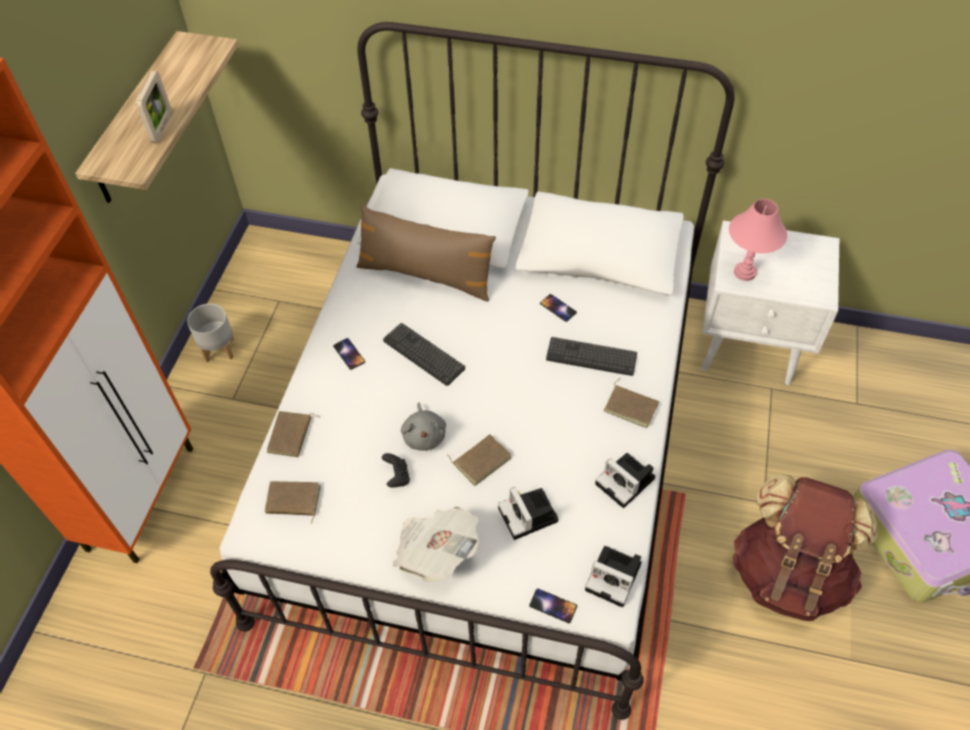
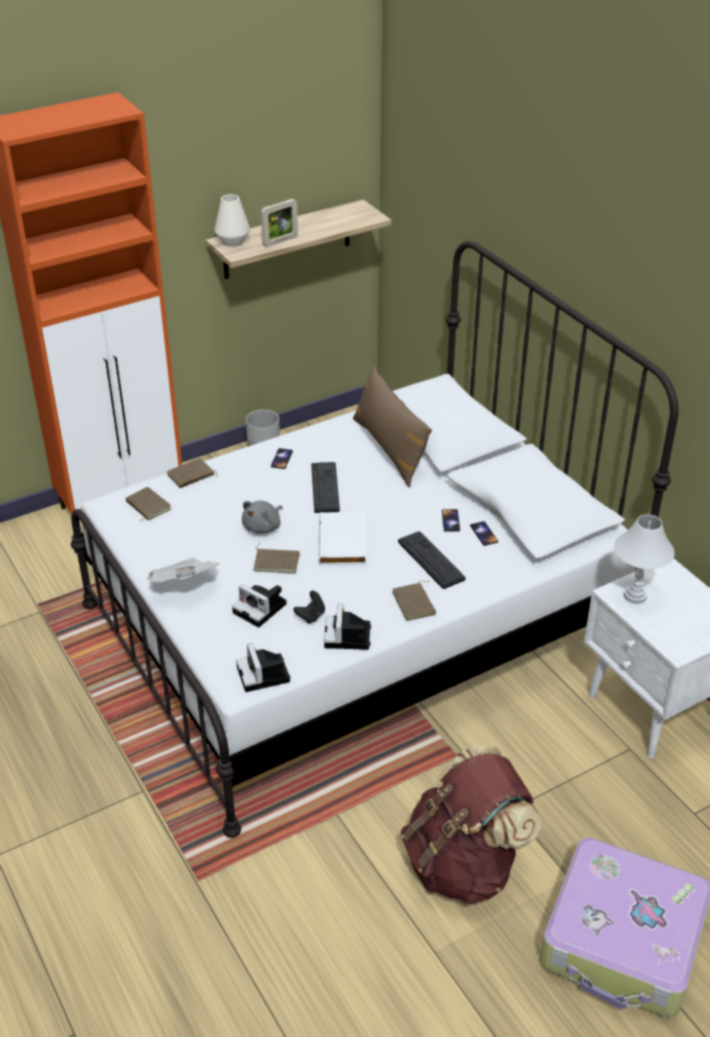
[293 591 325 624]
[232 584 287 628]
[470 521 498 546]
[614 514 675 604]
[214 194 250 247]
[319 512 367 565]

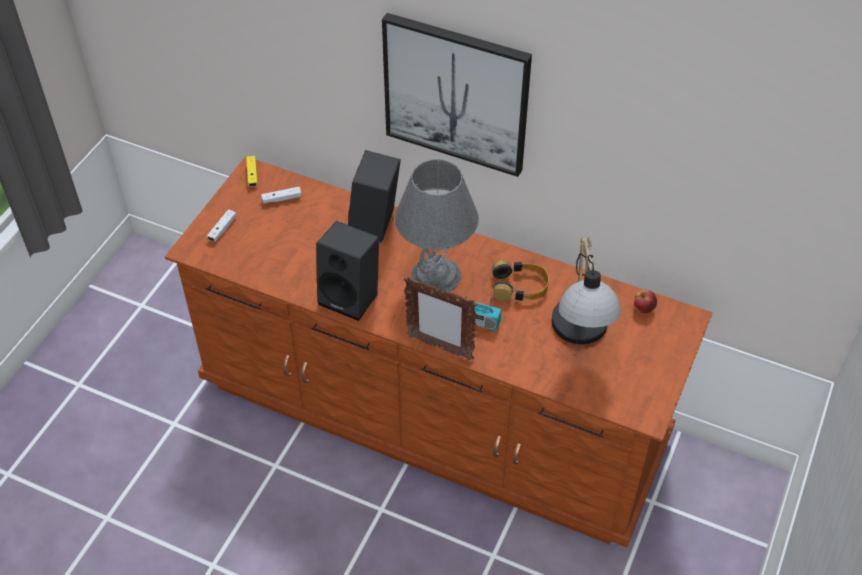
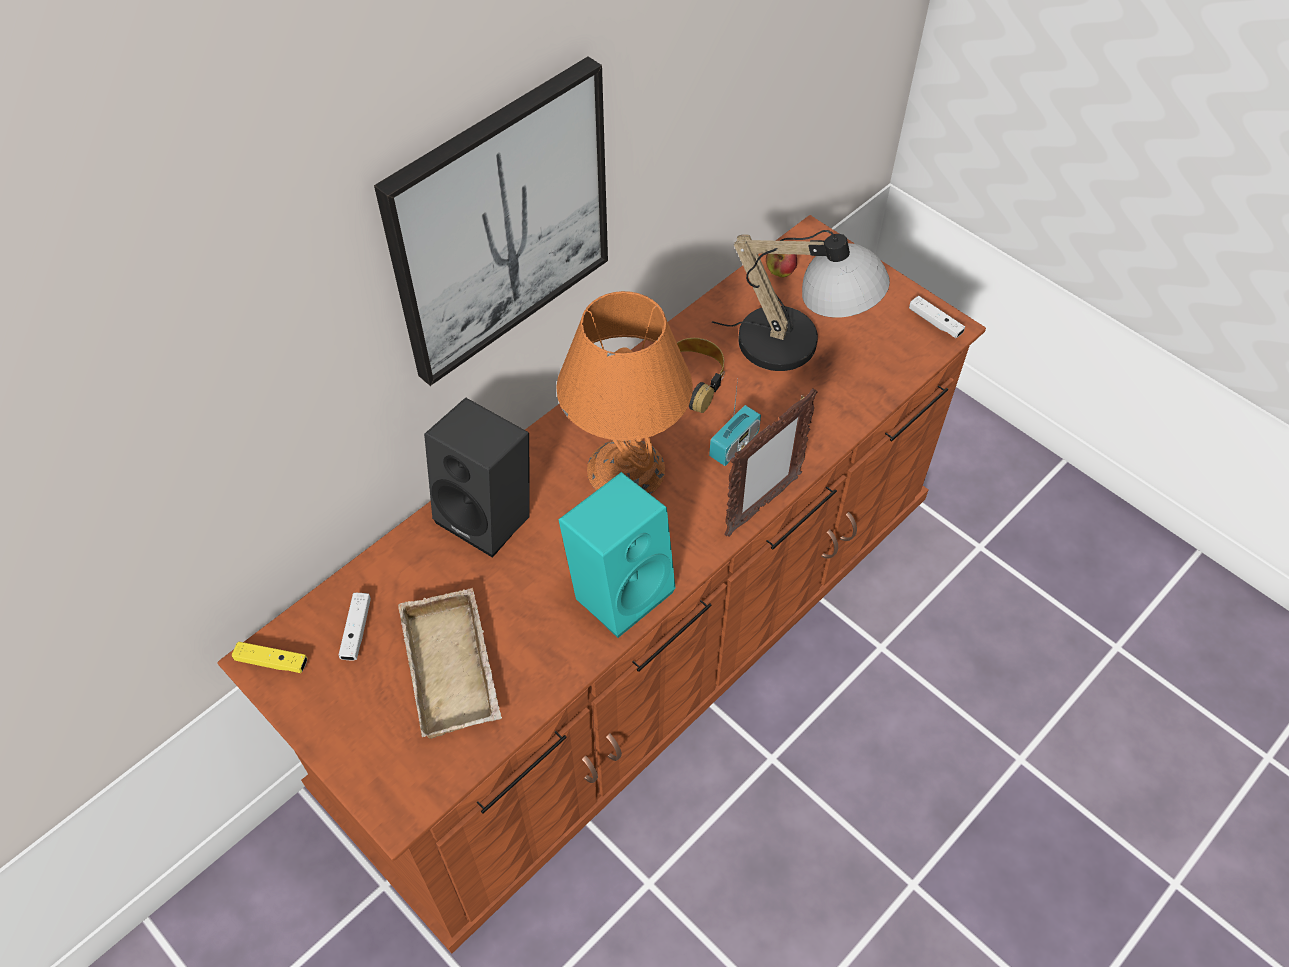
[909 296 965 338]
[559 472 676 638]
[556 291 693 495]
[398 588 502 739]

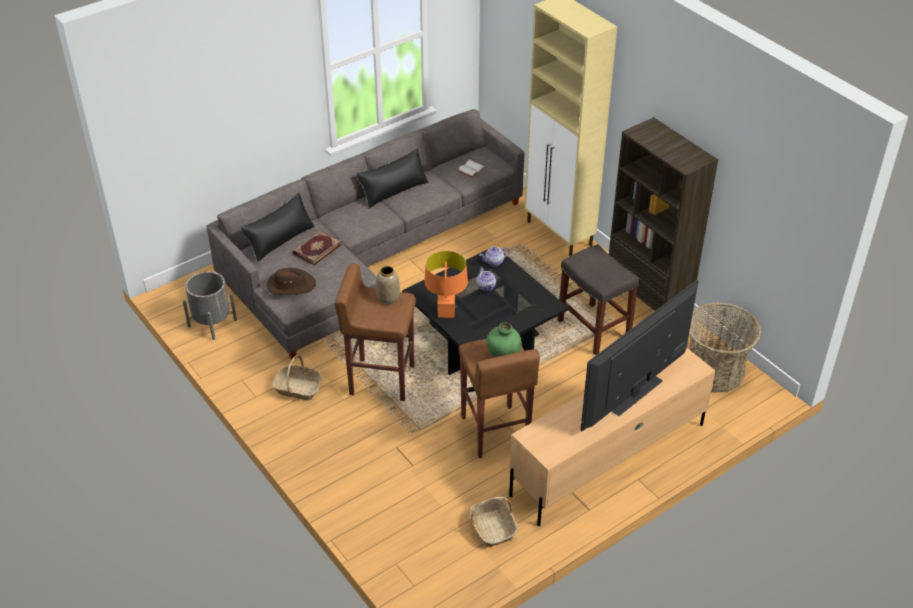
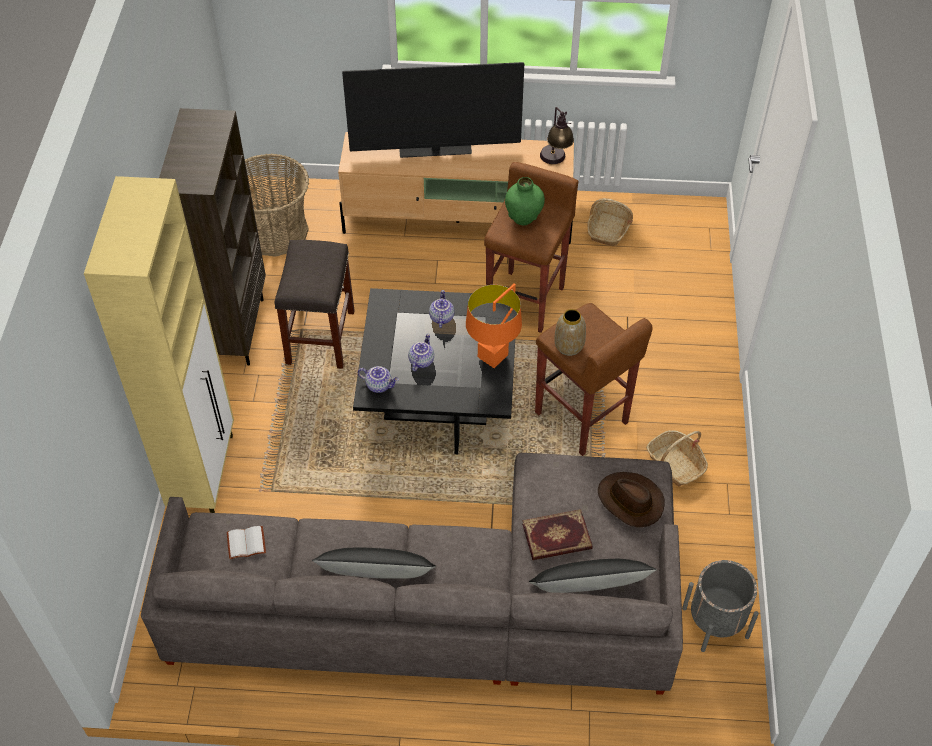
[429 290 454 328]
[540 107 574 164]

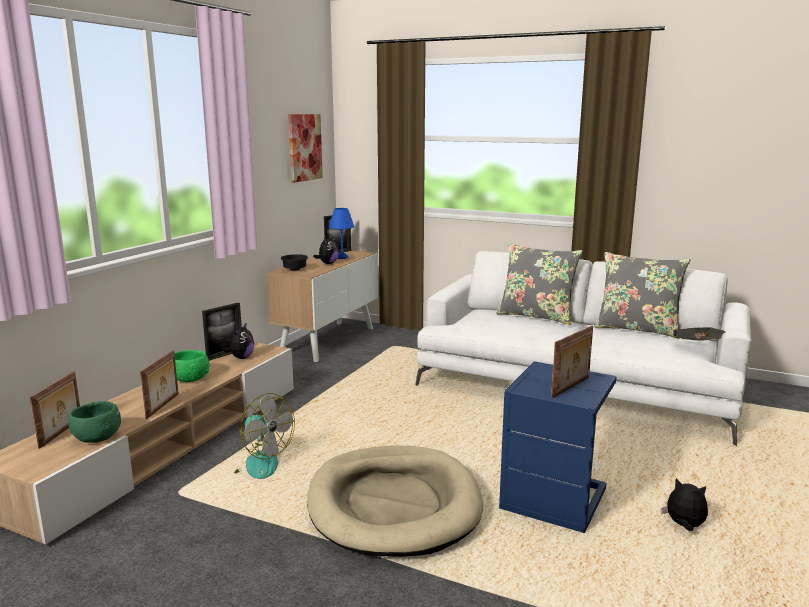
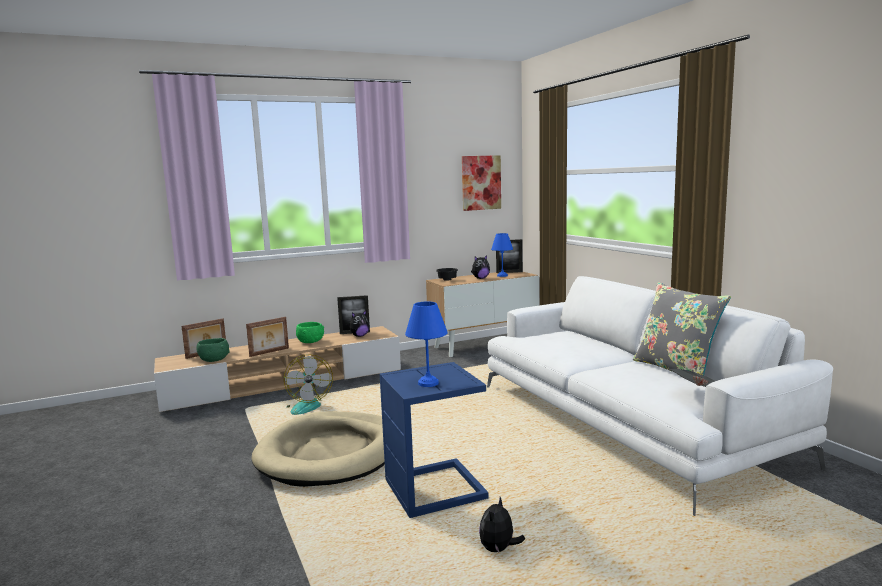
[496 243 583 325] (first image)
[405 301 448 387]
[479 497 525 553]

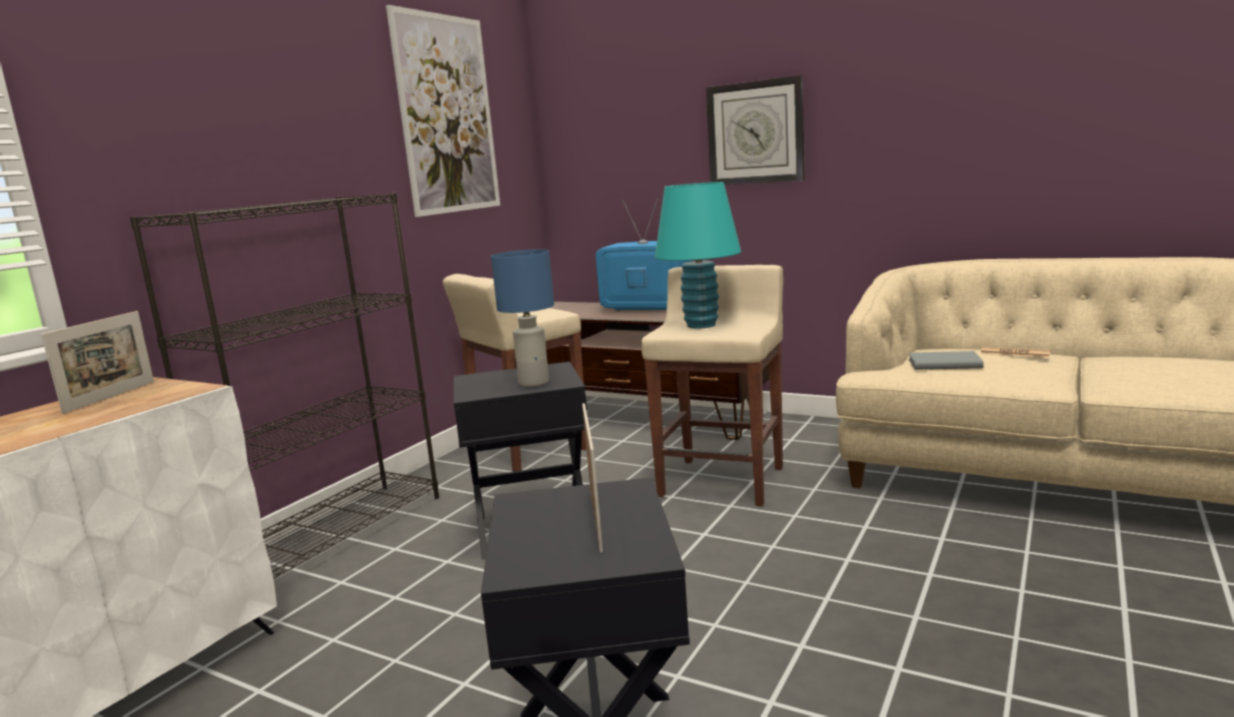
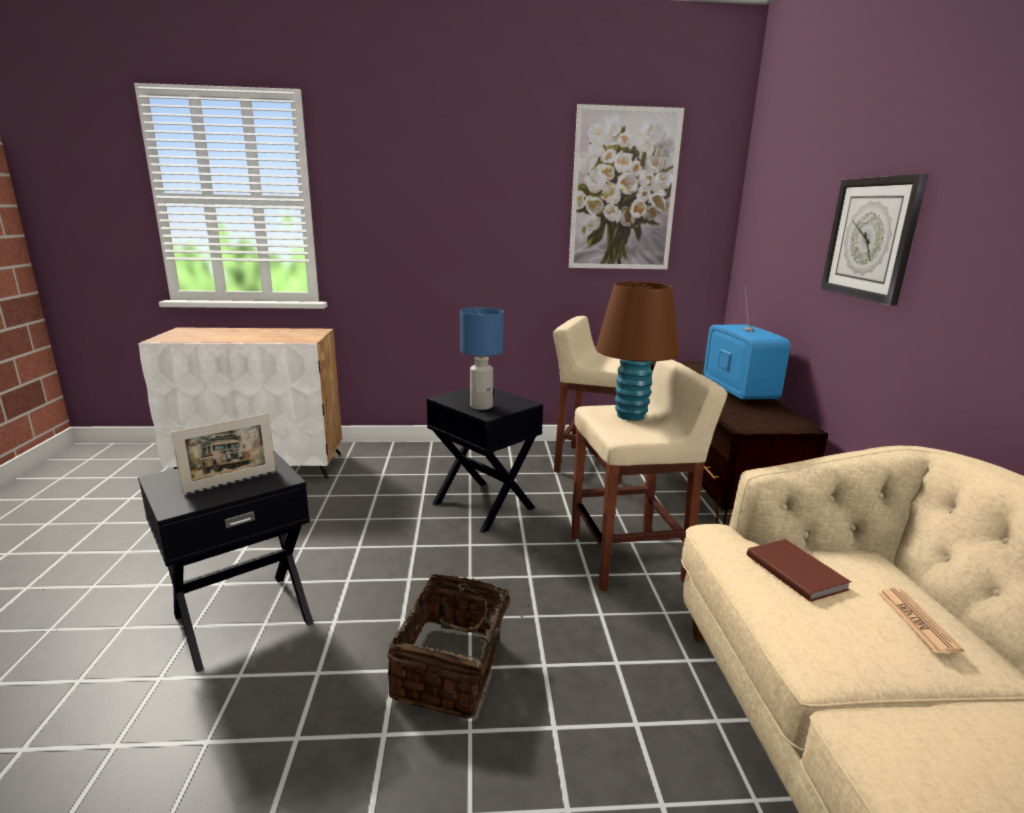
[41 311 154 414] (first image)
[130 193 439 579] (first image)
[596 282 679 421]
[747 539 851 602]
[387 574 529 719]

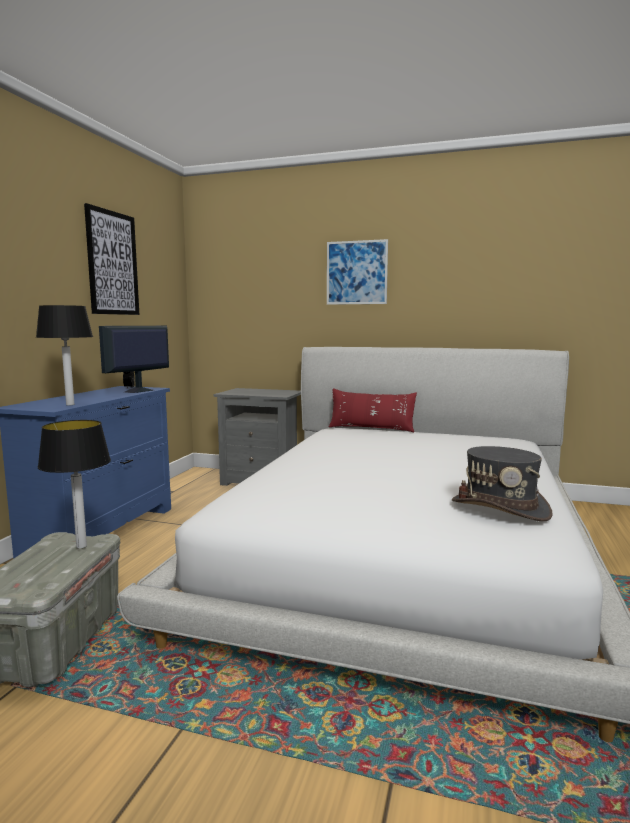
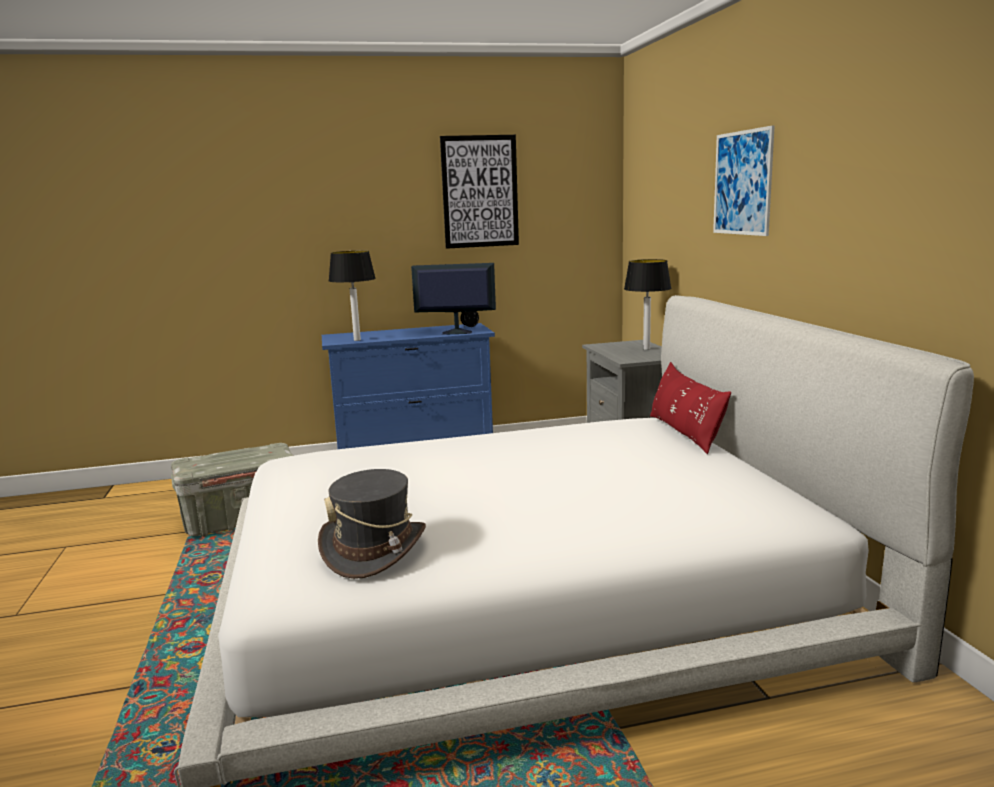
[624 259 671 350]

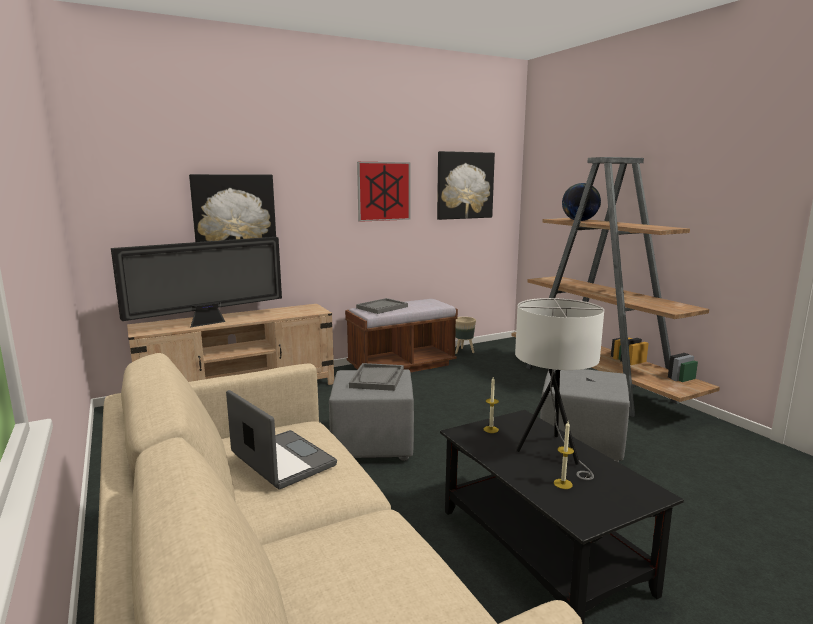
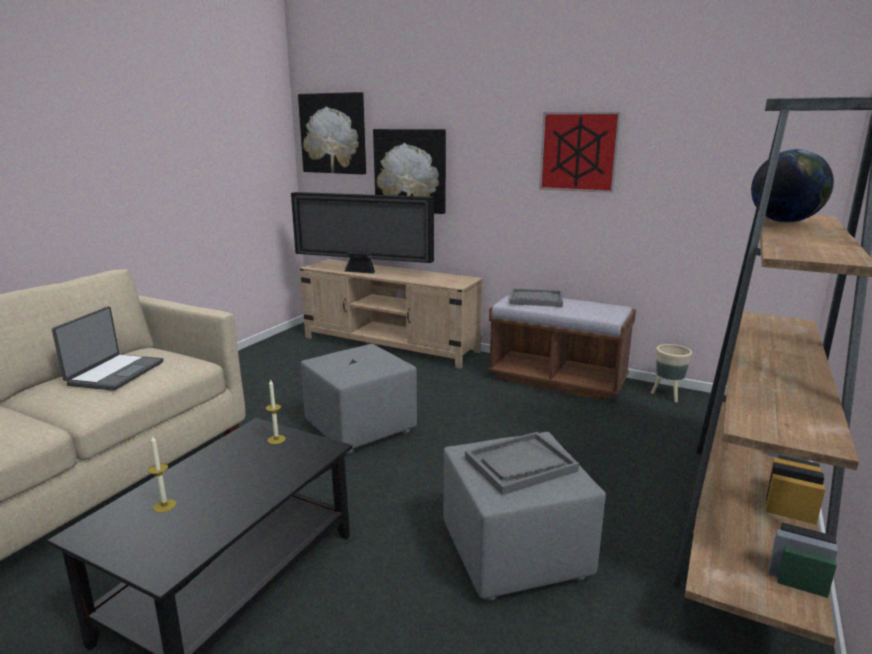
[465 432 579 495]
[298 92 366 175]
[515 298 604 480] (first image)

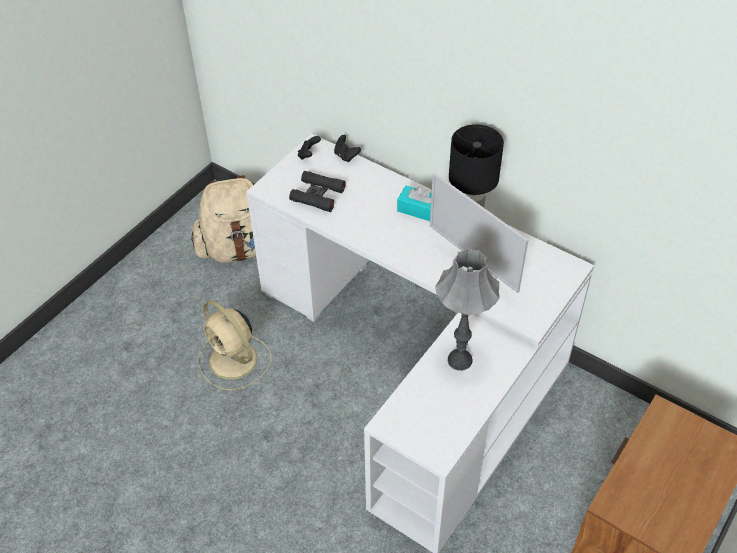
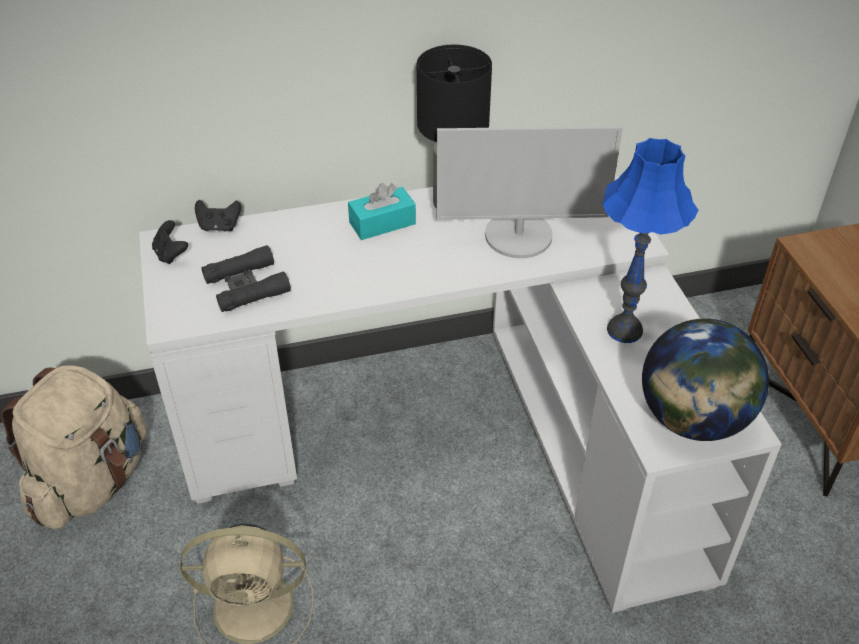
[602 138 699 343]
[642 319 769 441]

